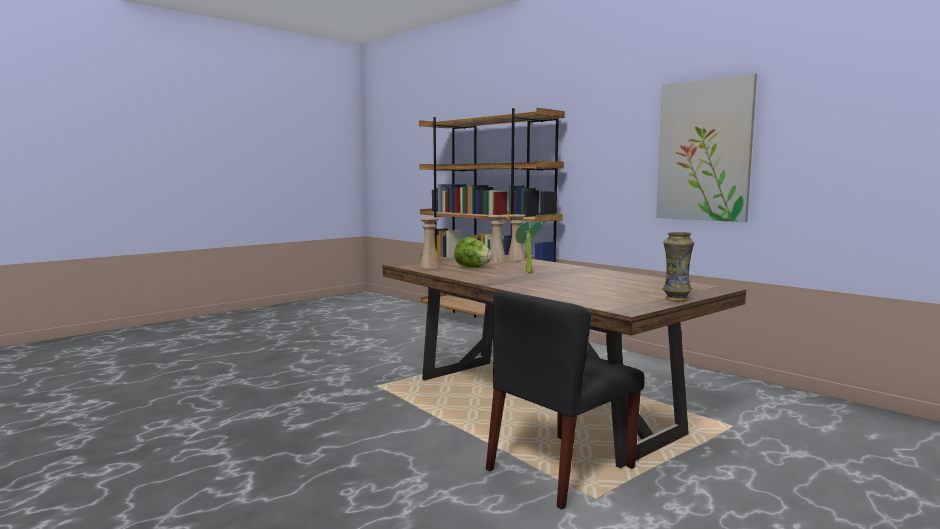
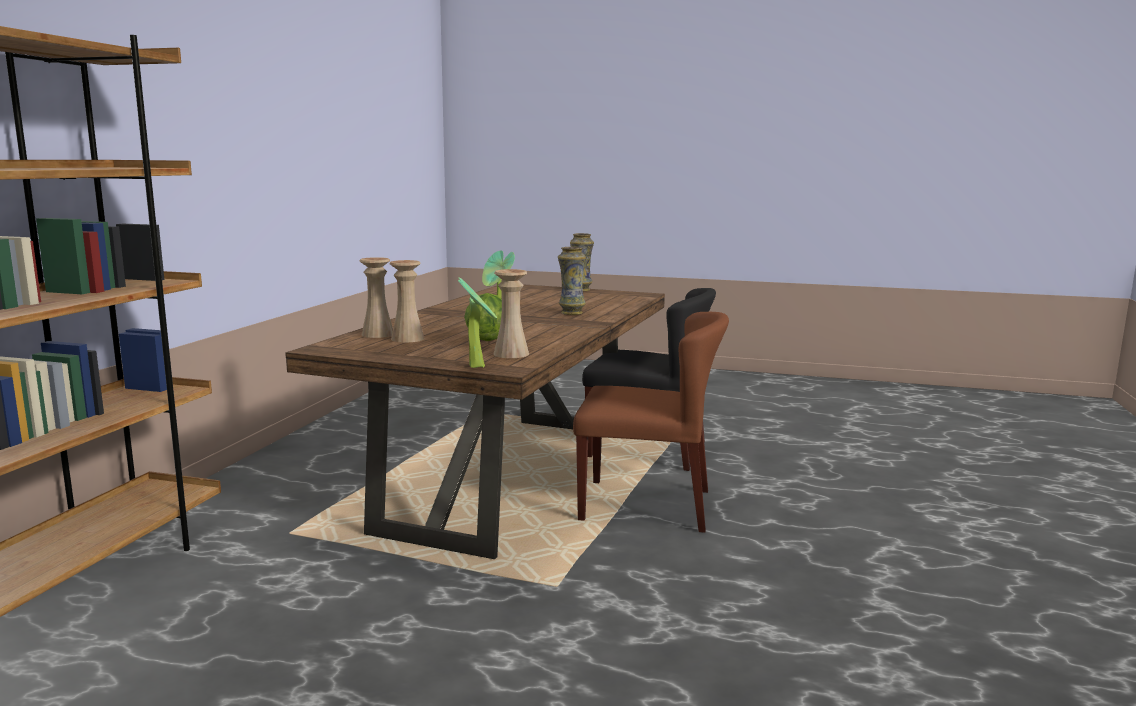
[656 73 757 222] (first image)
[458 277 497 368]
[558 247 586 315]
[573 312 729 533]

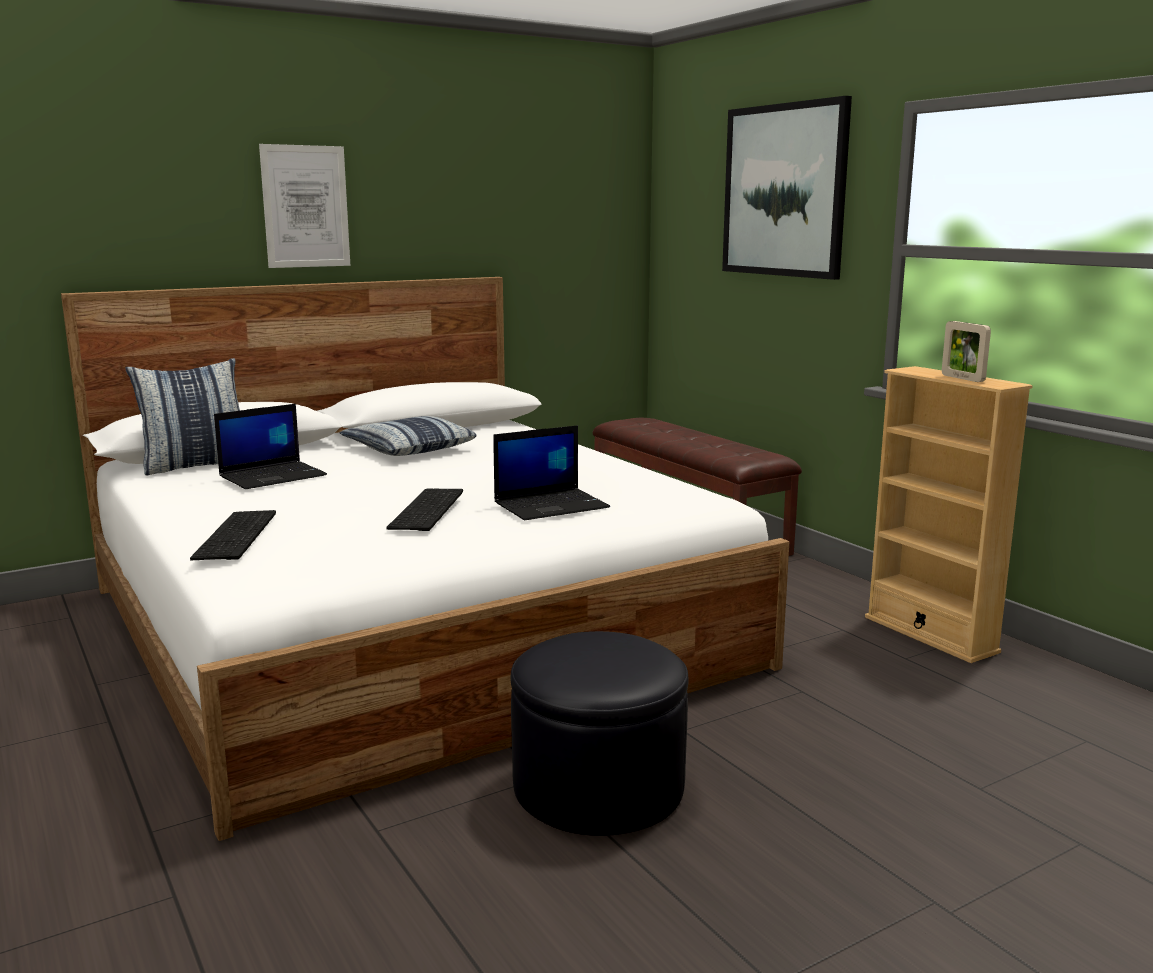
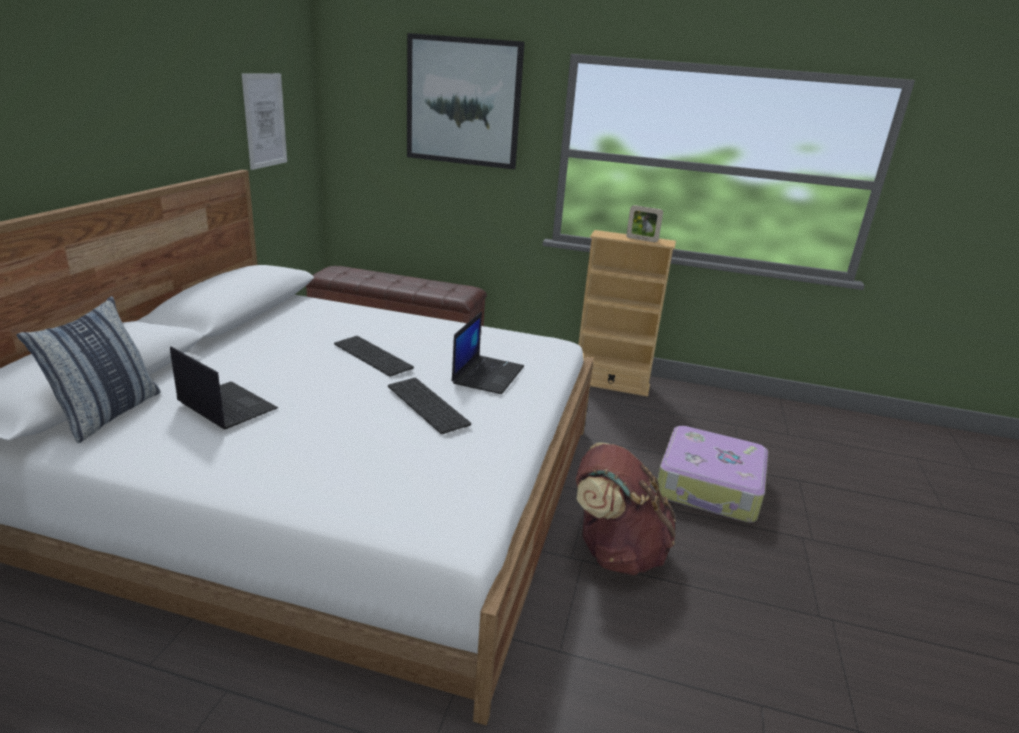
[334 336 414 377]
[170 346 278 430]
[242 73 287 170]
[340 416 477 456] (first image)
[576 442 676 575]
[655 426 768 523]

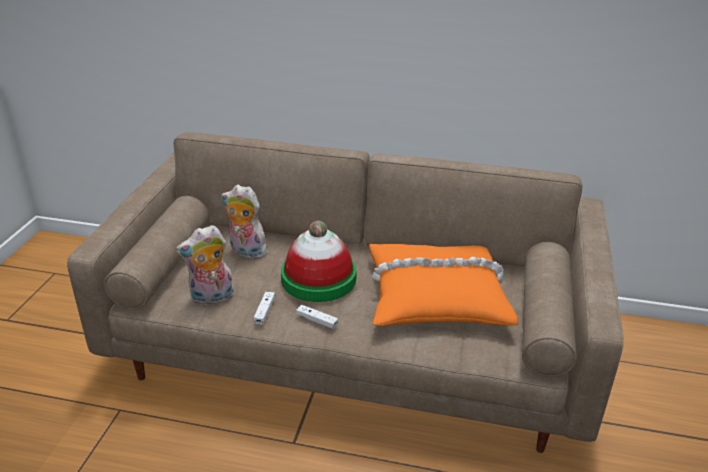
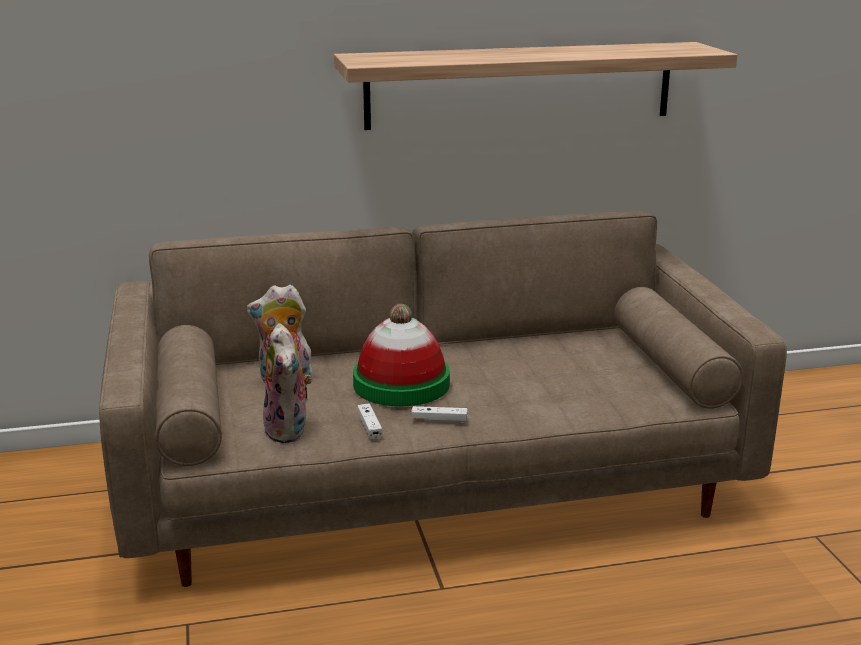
[263 323 312 443]
[369 244 518 326] (first image)
[334 42 737 130]

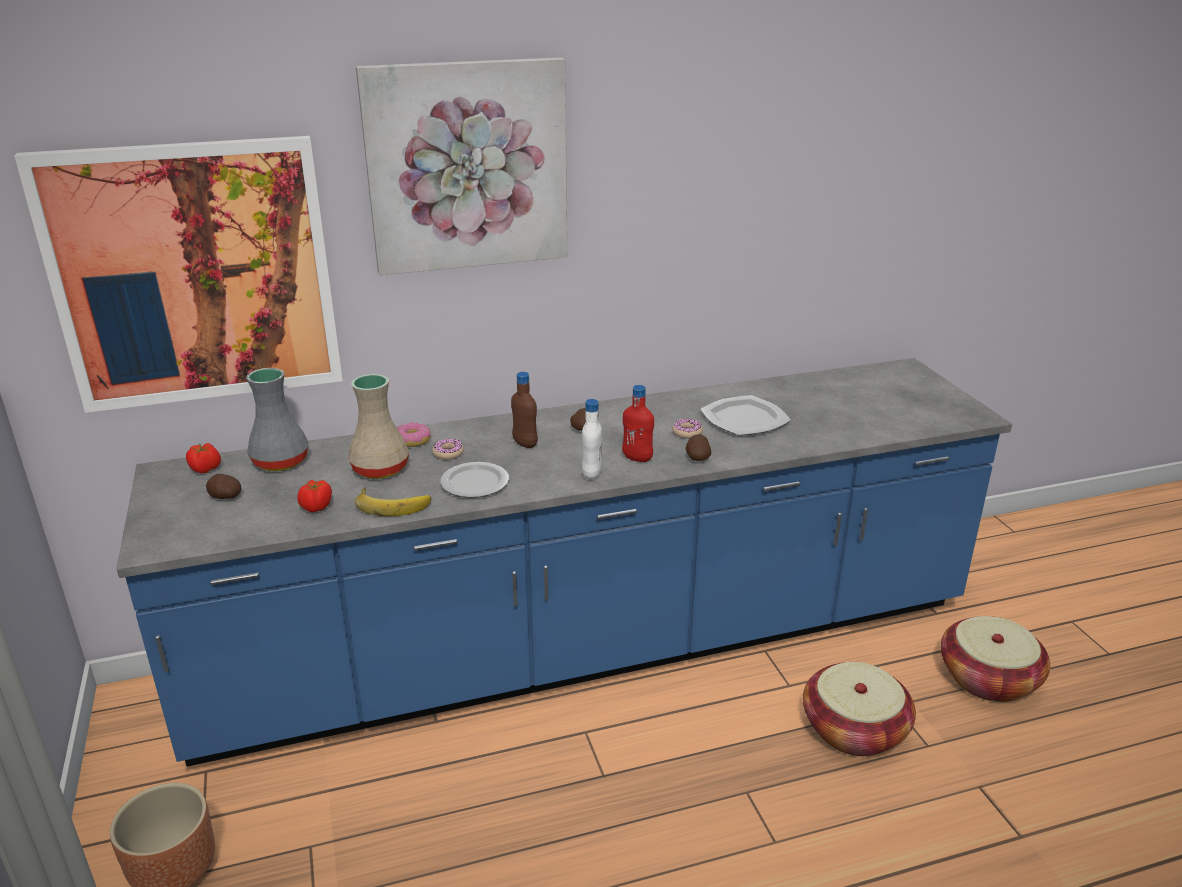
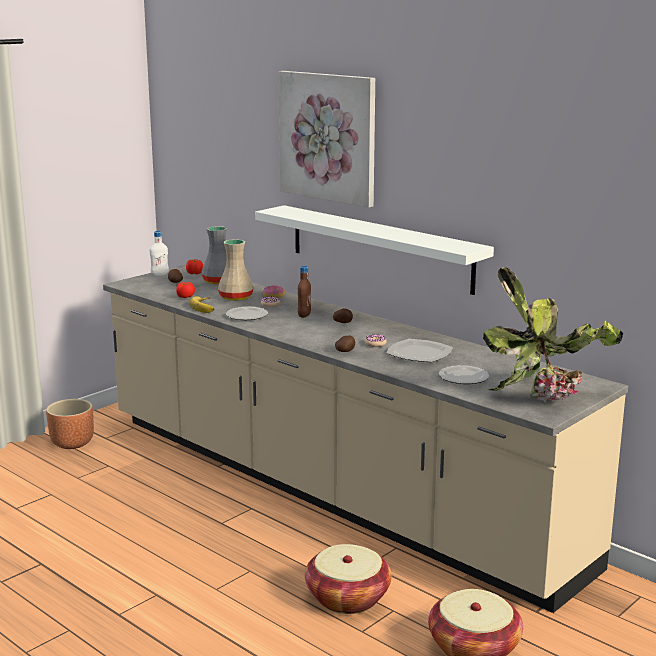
[14 136 343 413] (first image)
[103 264 628 613]
[150 231 169 276]
[622 385 654 462] (first image)
[255 205 494 295]
[439 365 489 384]
[483 267 623 403]

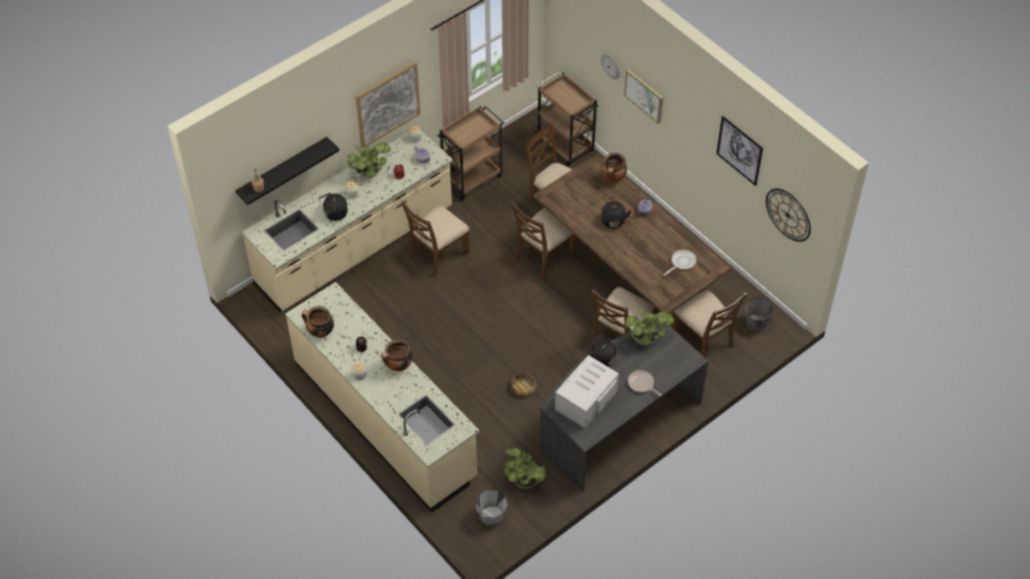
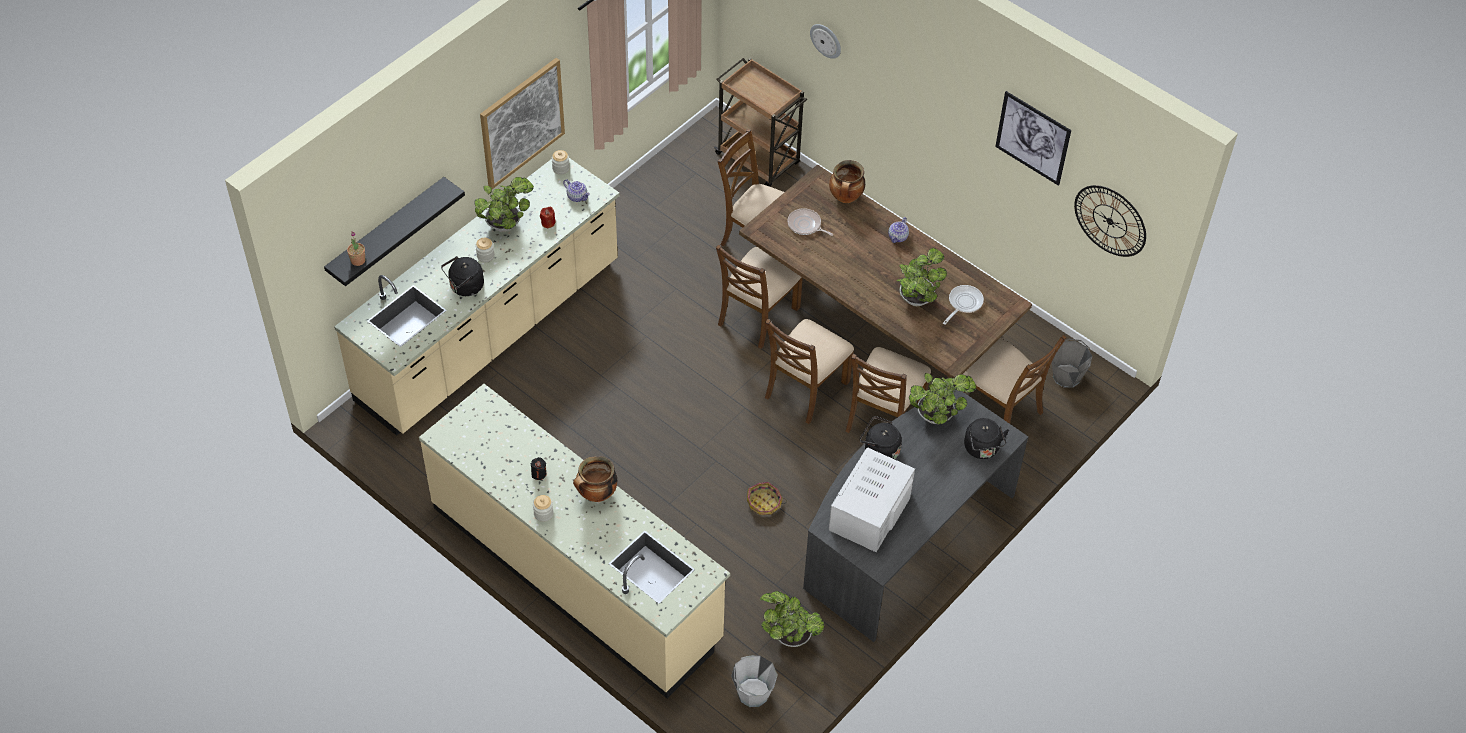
[302 306 334 338] (first image)
[765 319 854 424]
[437 106 504 201] (first image)
[964 418 1009 459]
[624 69 663 124] (first image)
[787 208 833 236]
[896 248 947 306]

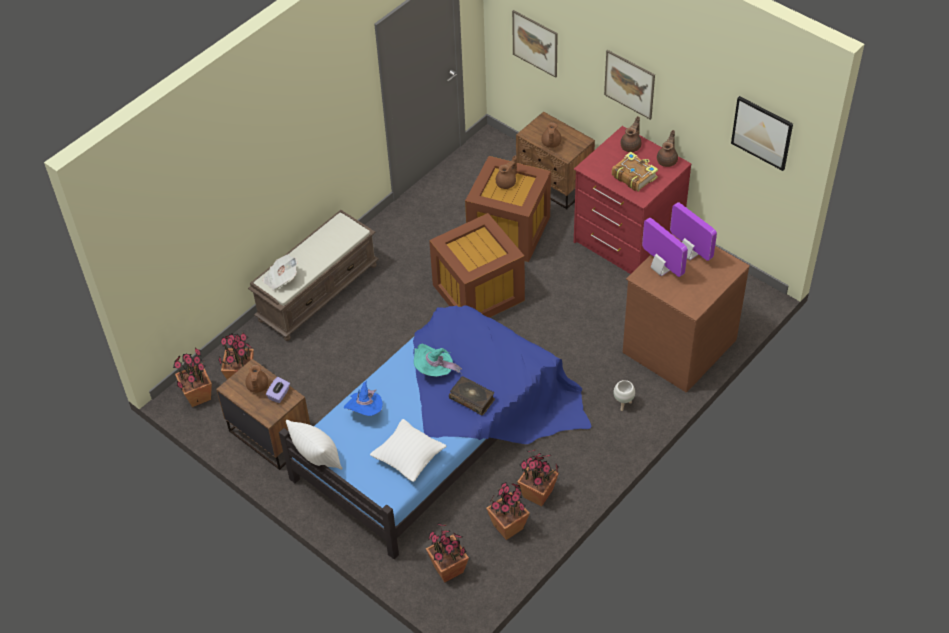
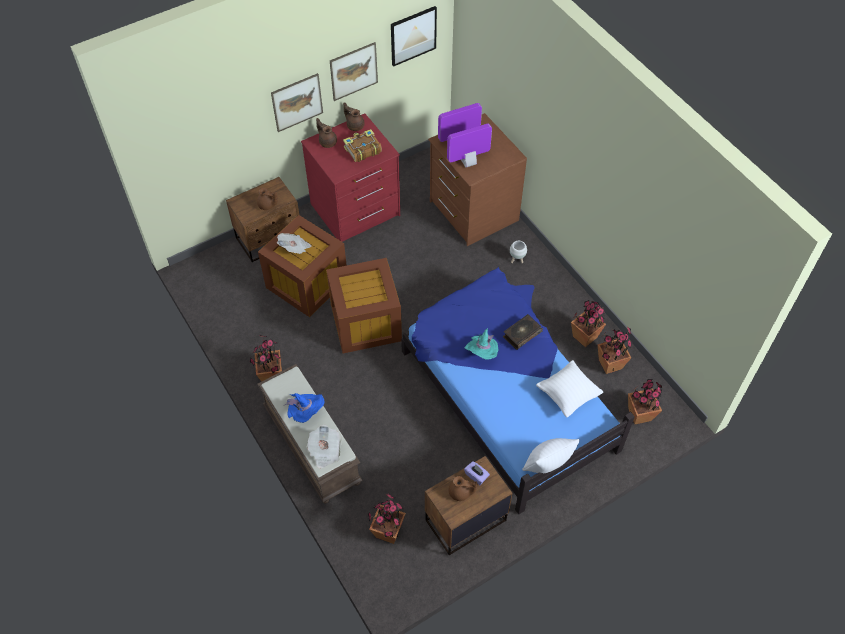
[250 335 282 382]
[285 393 324 423]
[277 233 312 254]
[330 42 378 101]

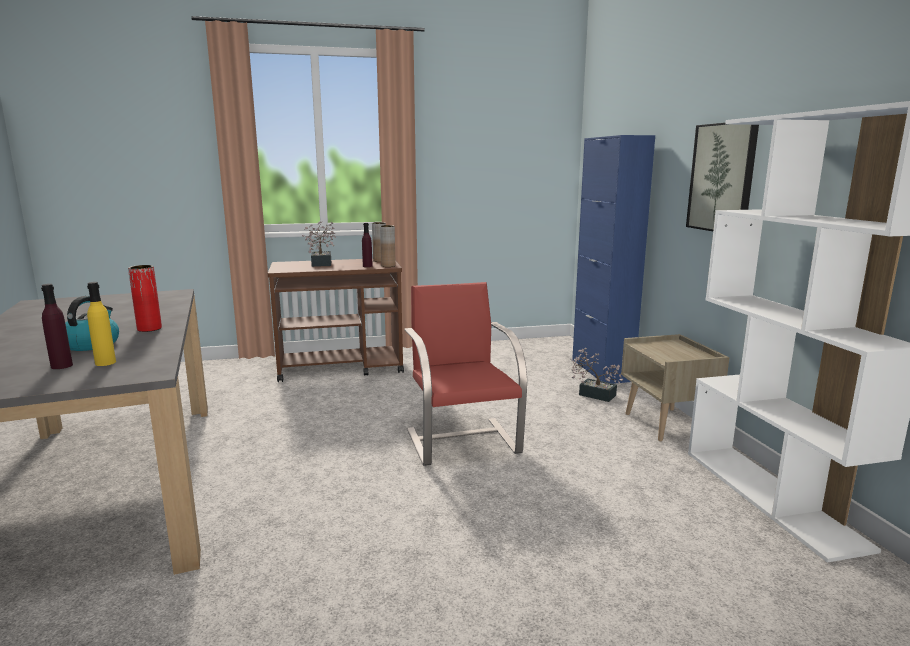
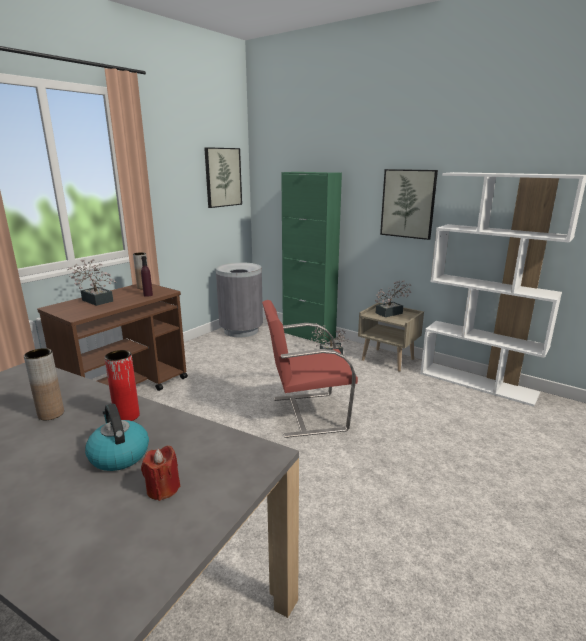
[141 446 180 501]
[87 282 116 366] (first image)
[24 348 64 420]
[262 300 358 438]
[281 172 342 343]
[204 147 242 208]
[216 262 263 337]
[375 280 411 317]

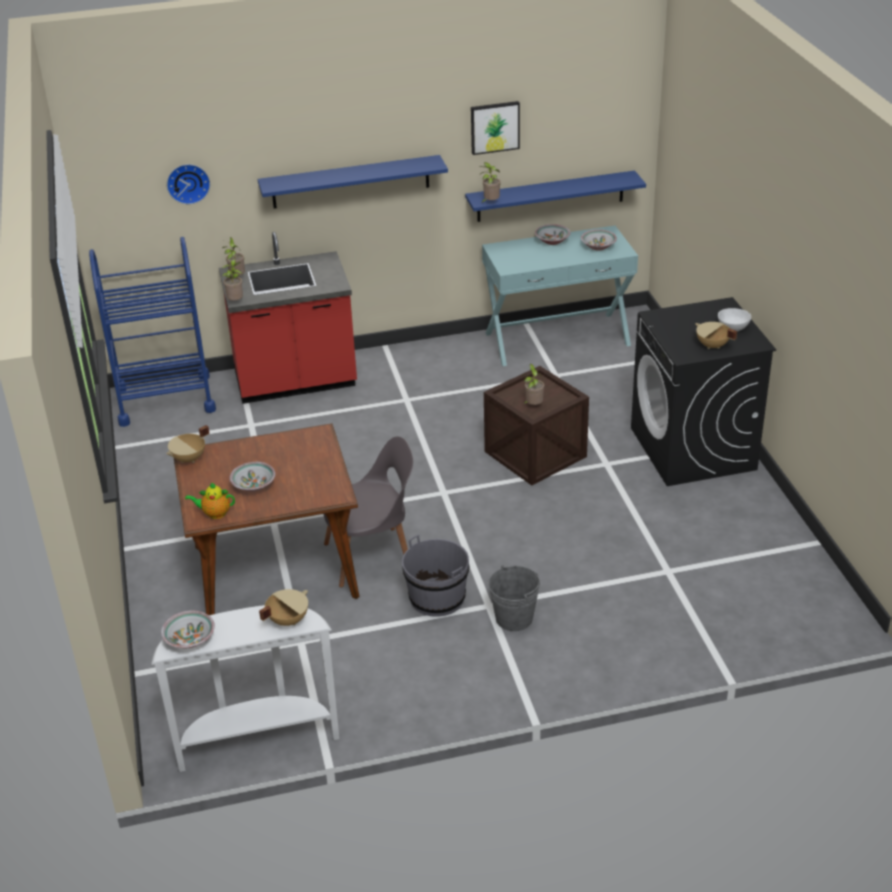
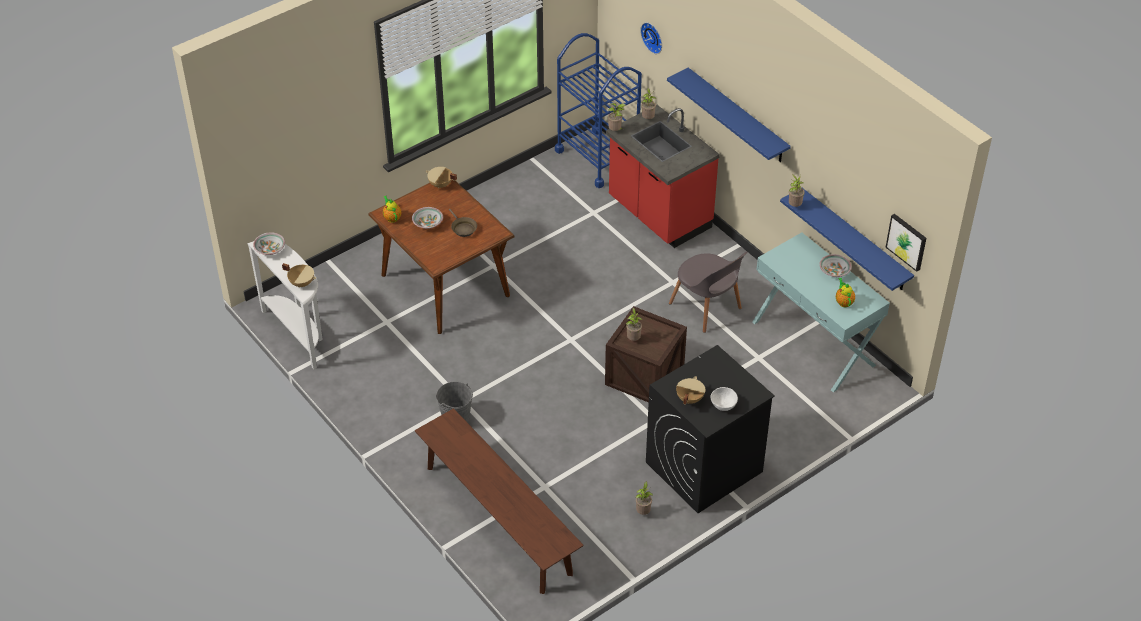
[669 251 747 333]
[402 534 469 617] (first image)
[886 214 926 272]
[836 278 855 307]
[415 408 584 594]
[449 209 477 237]
[635 481 653 515]

